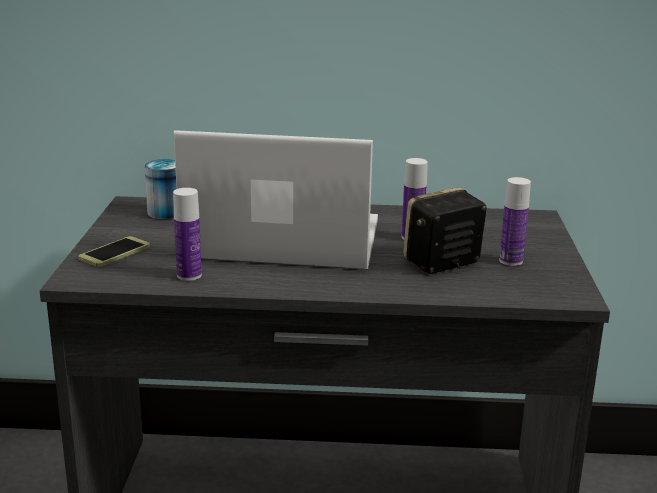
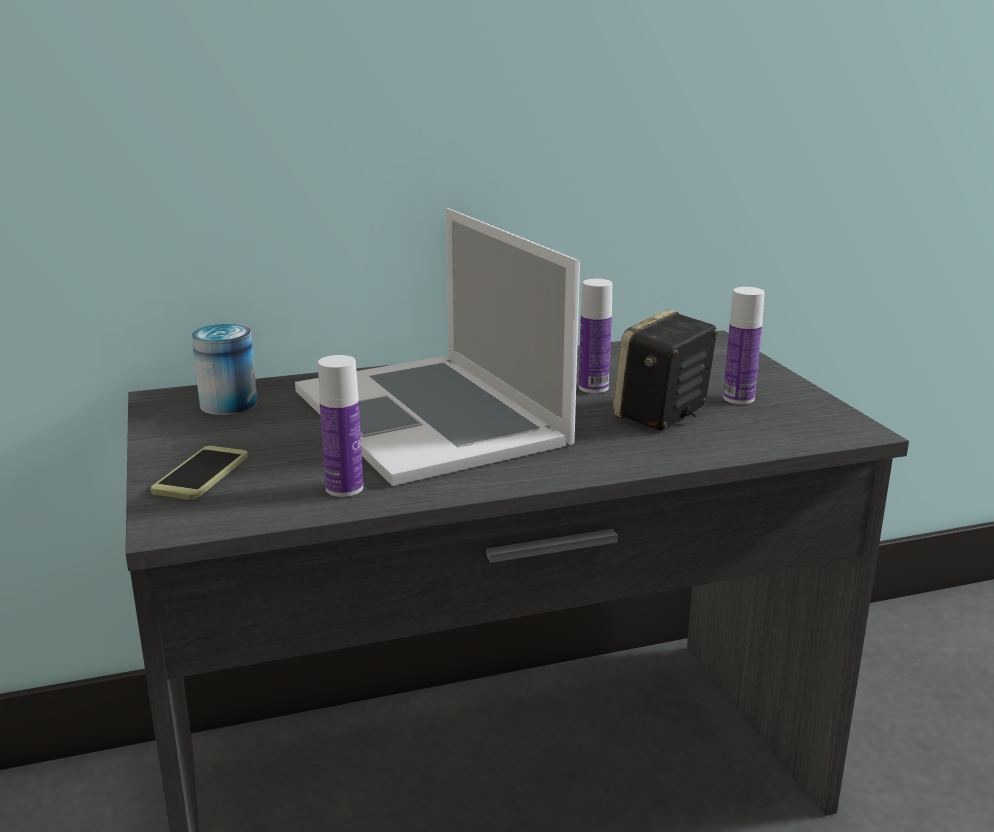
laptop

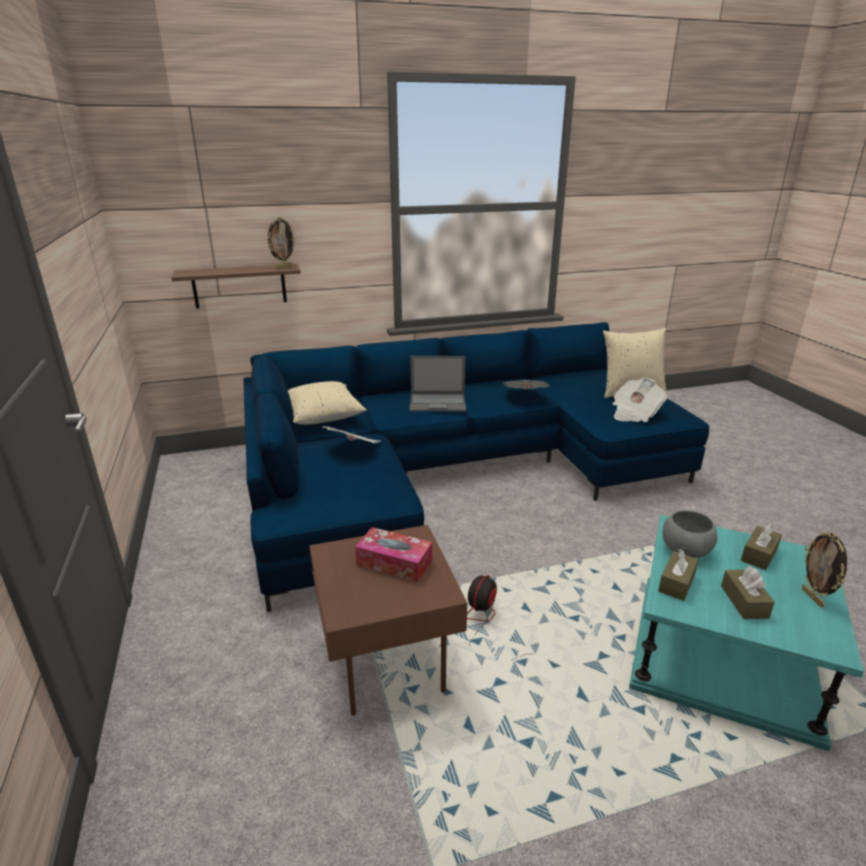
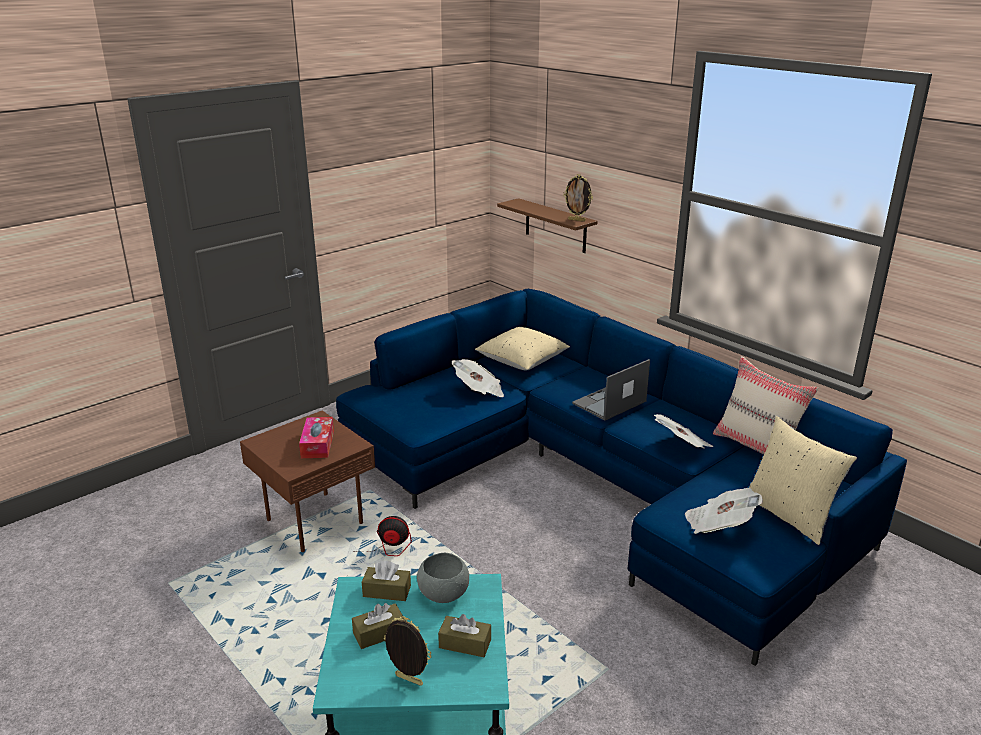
laptop
picture frame (no. 1 from left)
beige pillow (no. 2 from left)

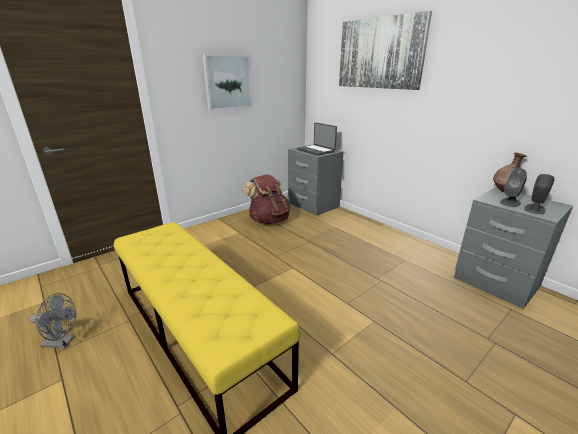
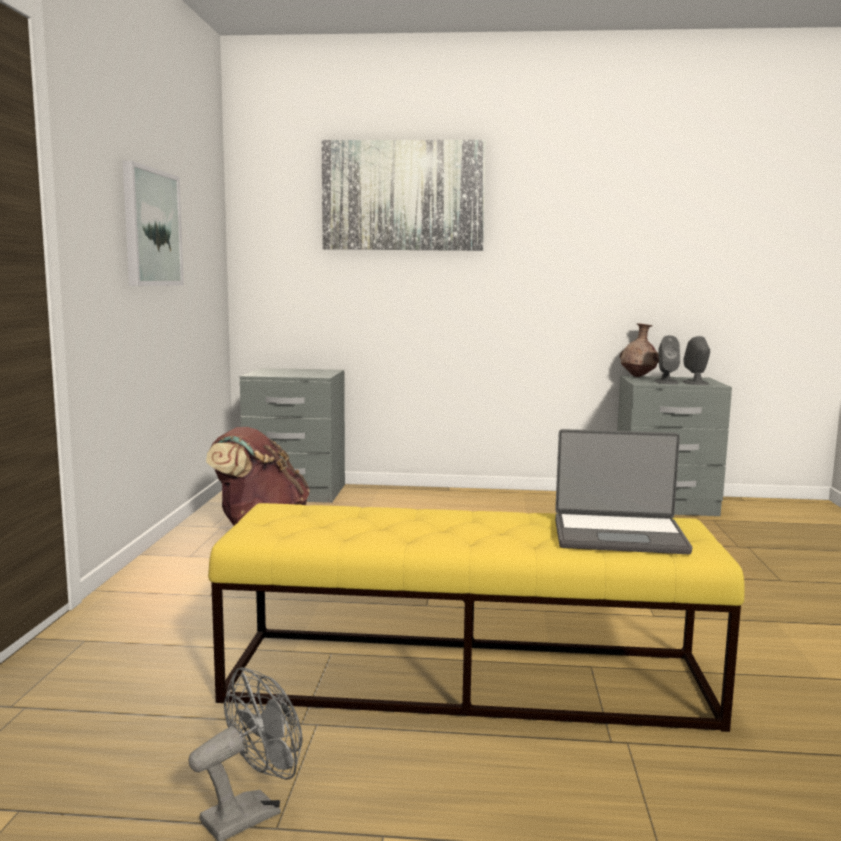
laptop

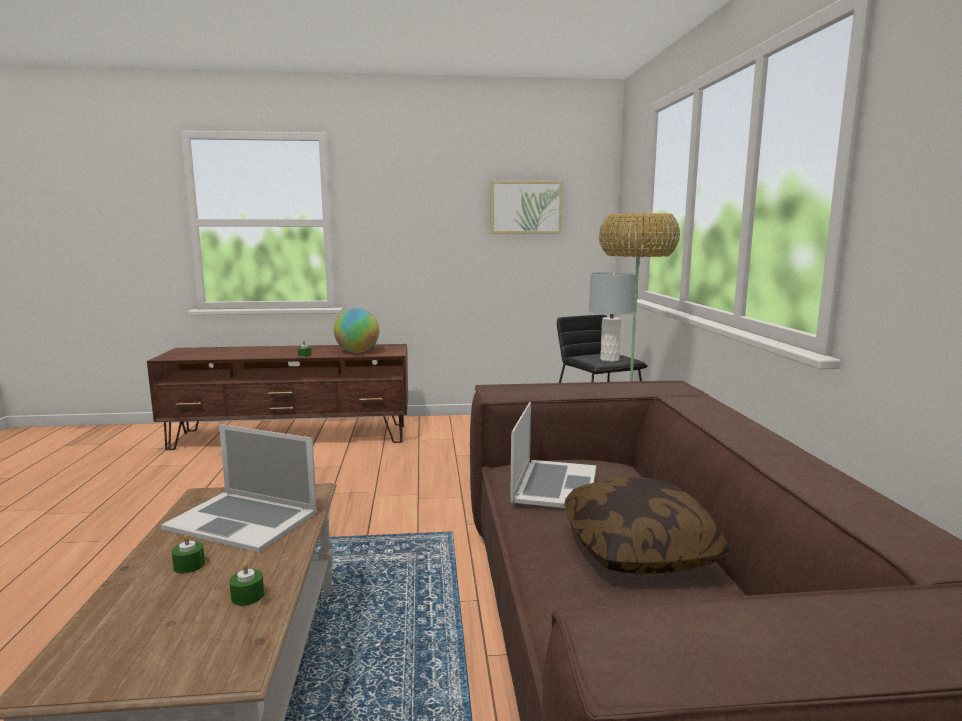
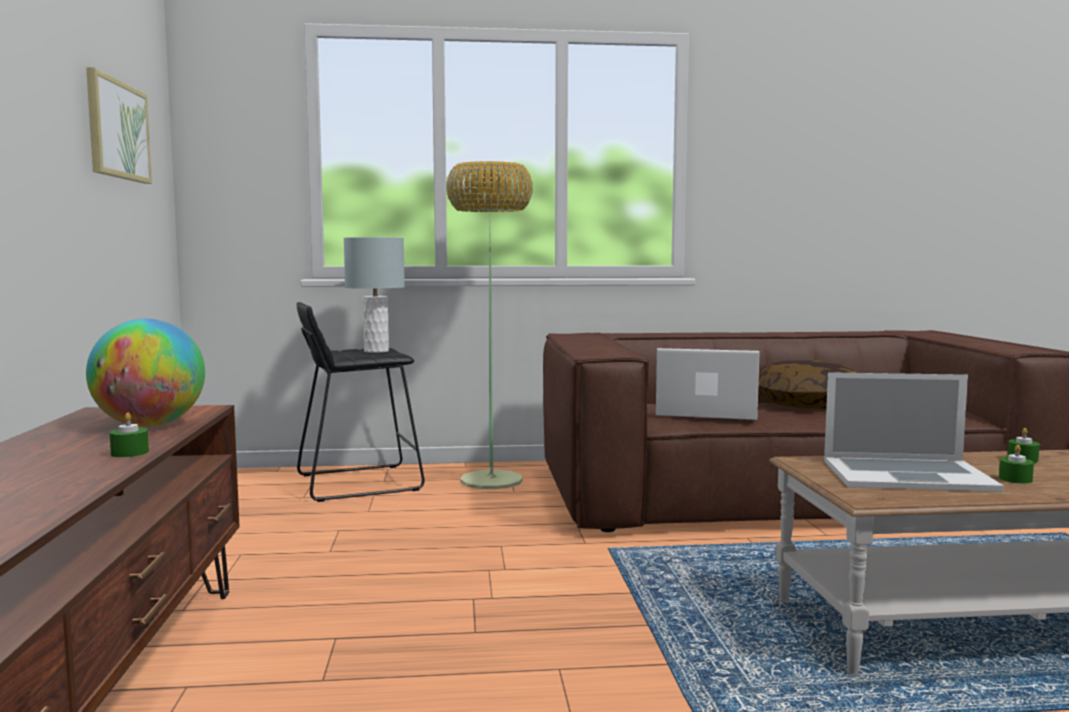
laptop (no. 2 from left)

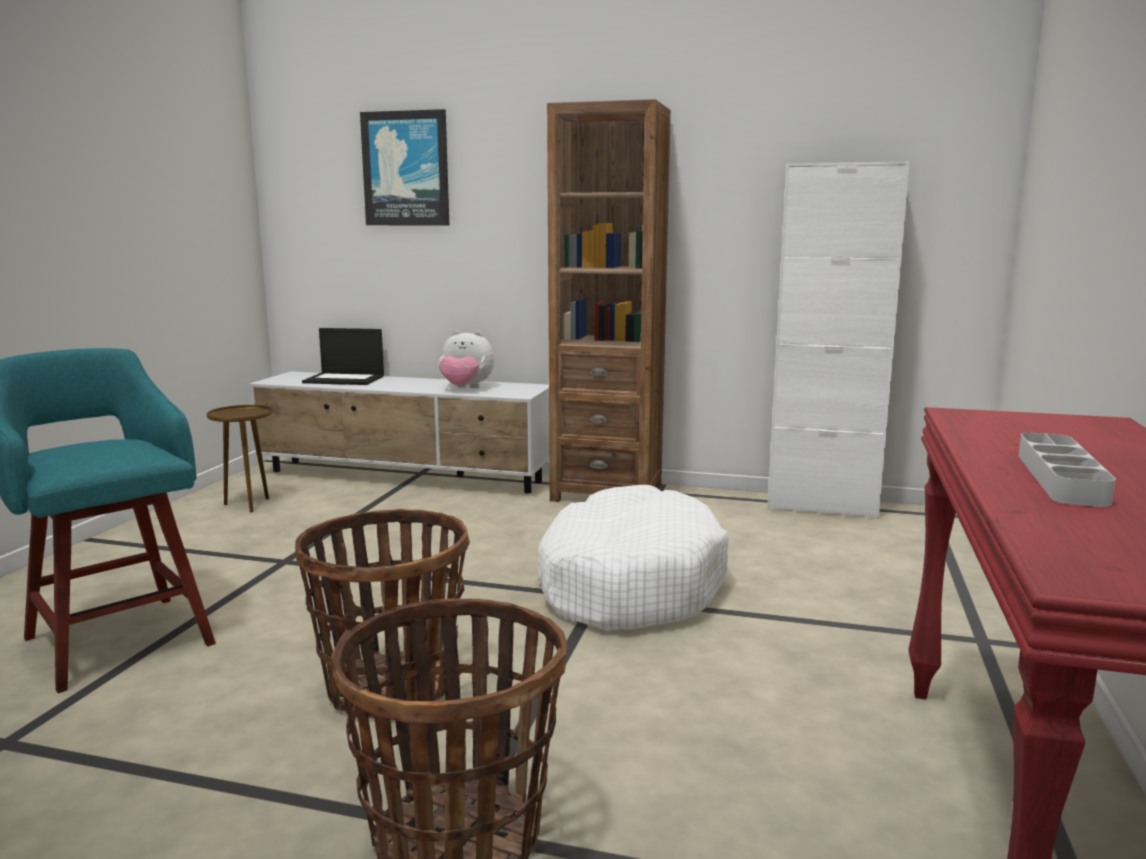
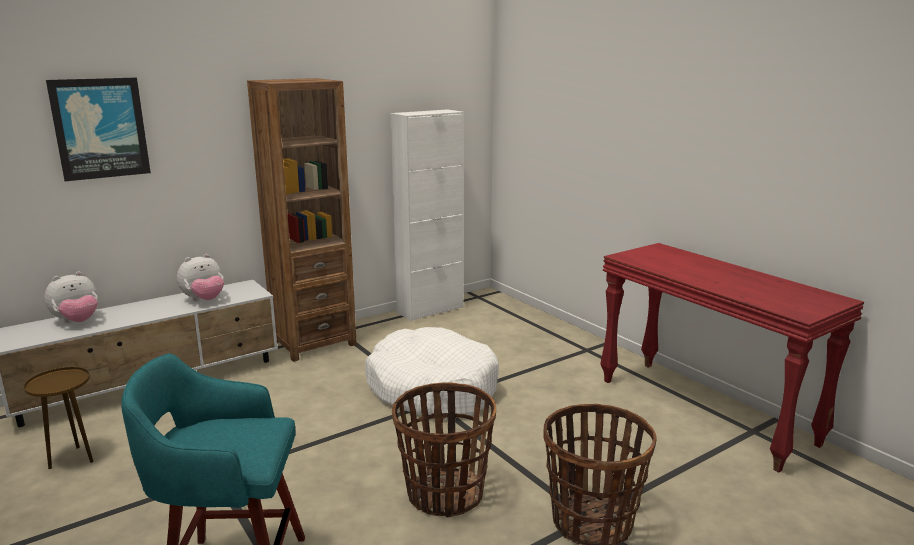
plush toy (no. 1 from left)
grey tray

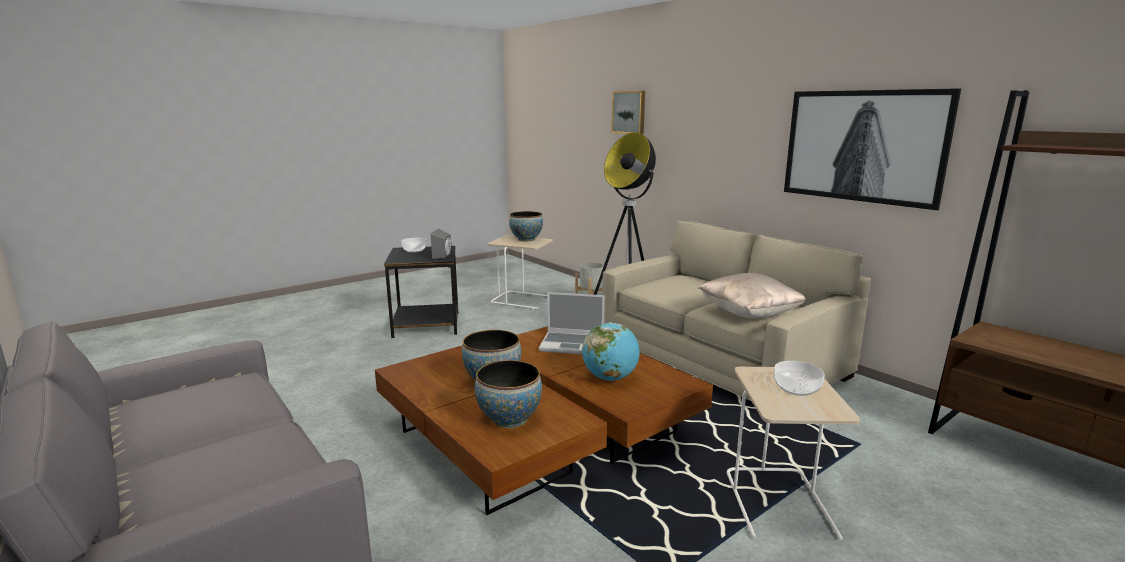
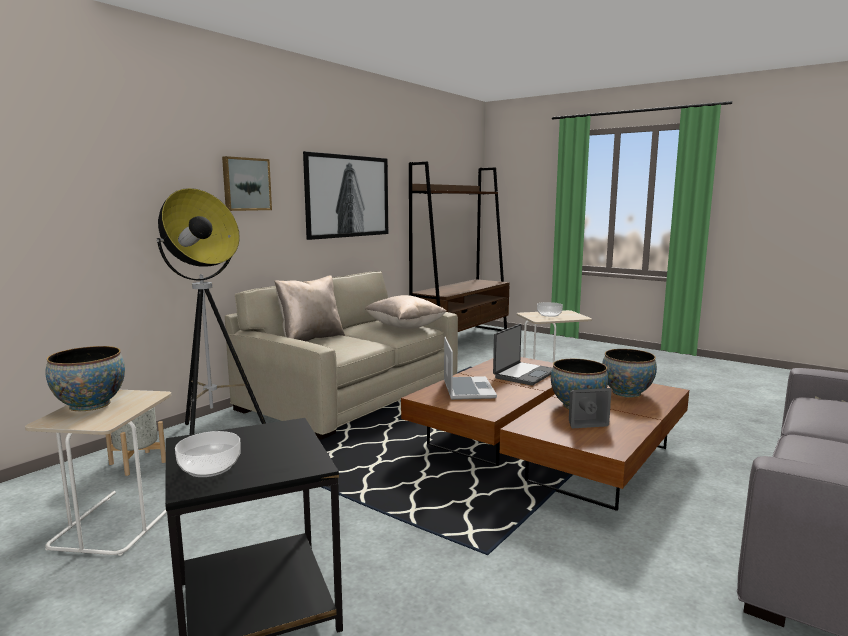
grey speaker
laptop (no. 2 from left)
picture (no. 1 from left)
beige pillow (no. 1 from left)

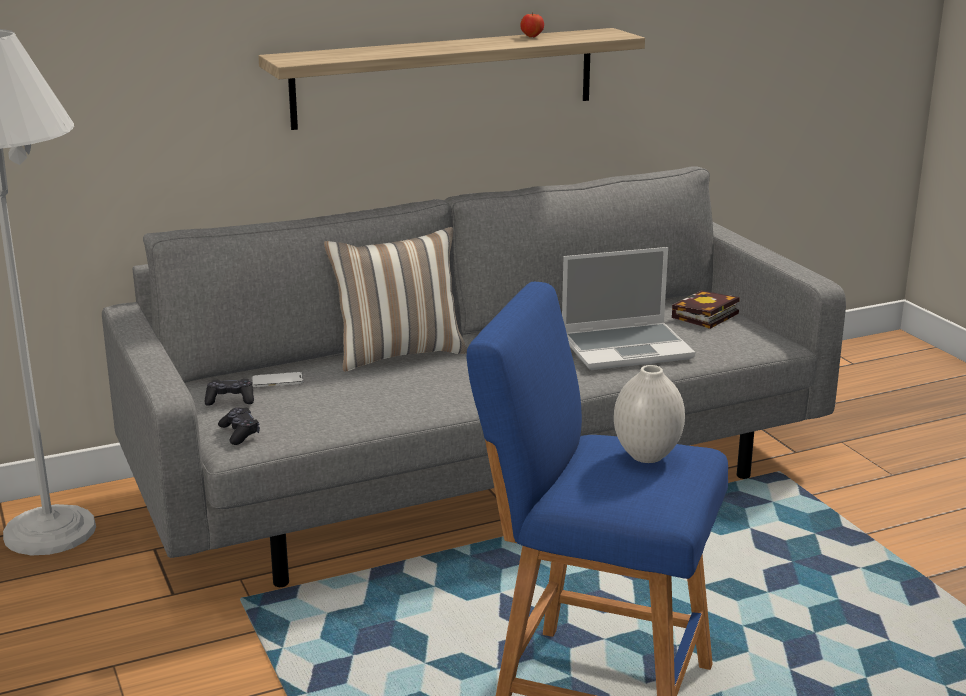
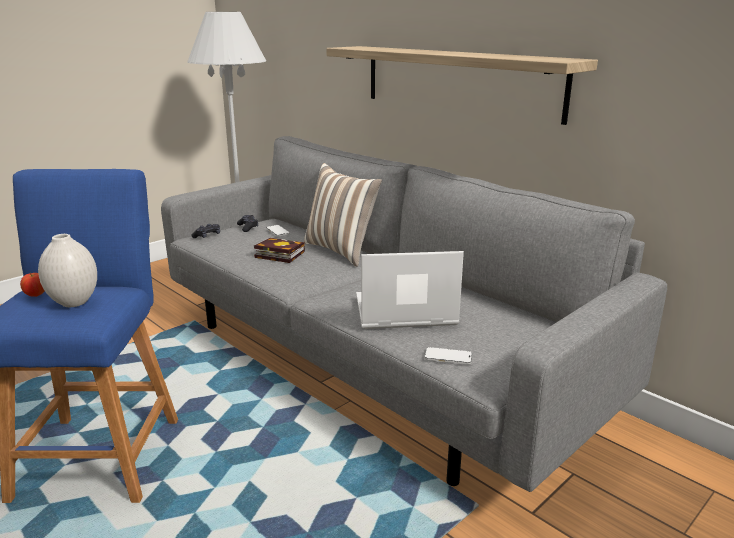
apple
laptop
book
phone (no. 2 from left)

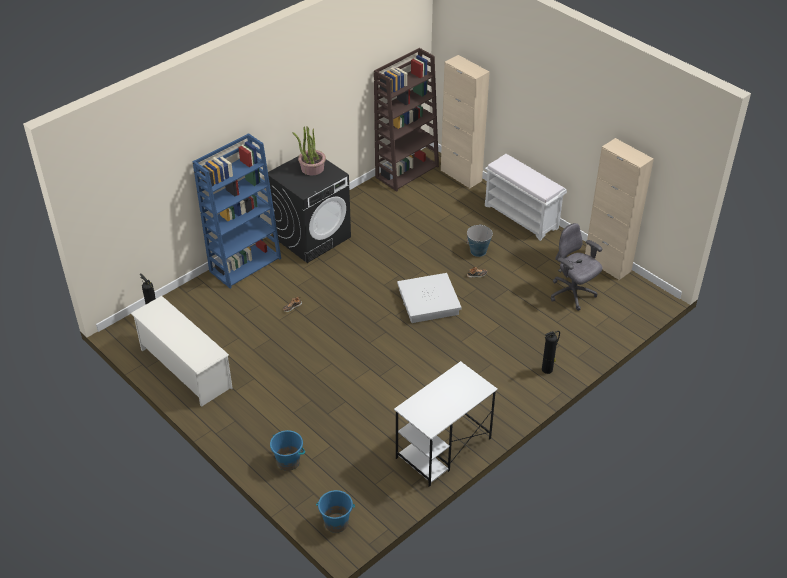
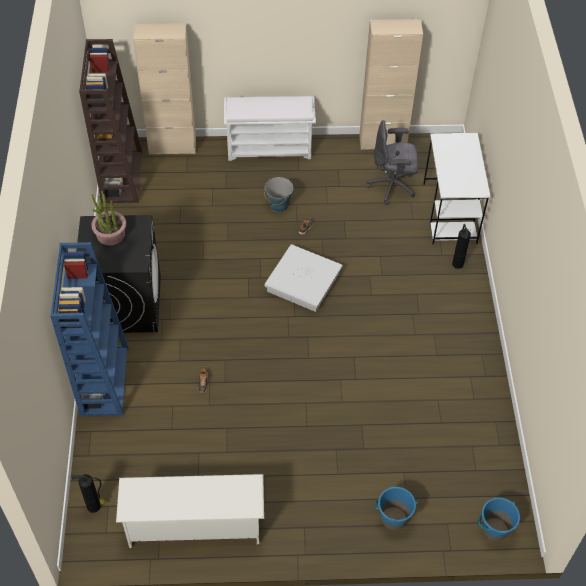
white desk

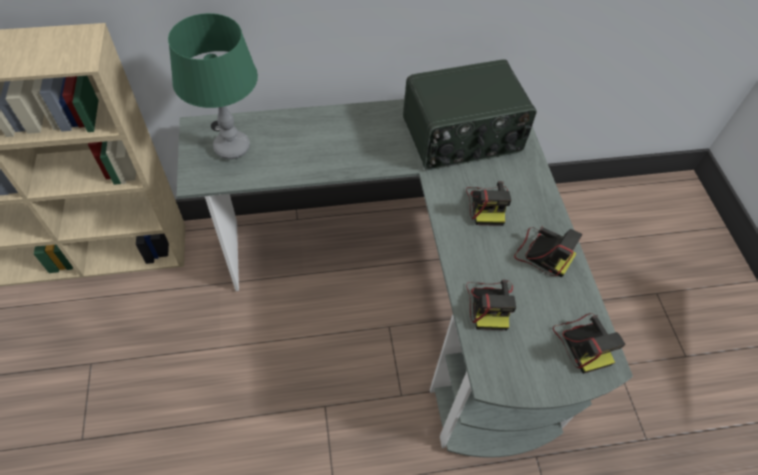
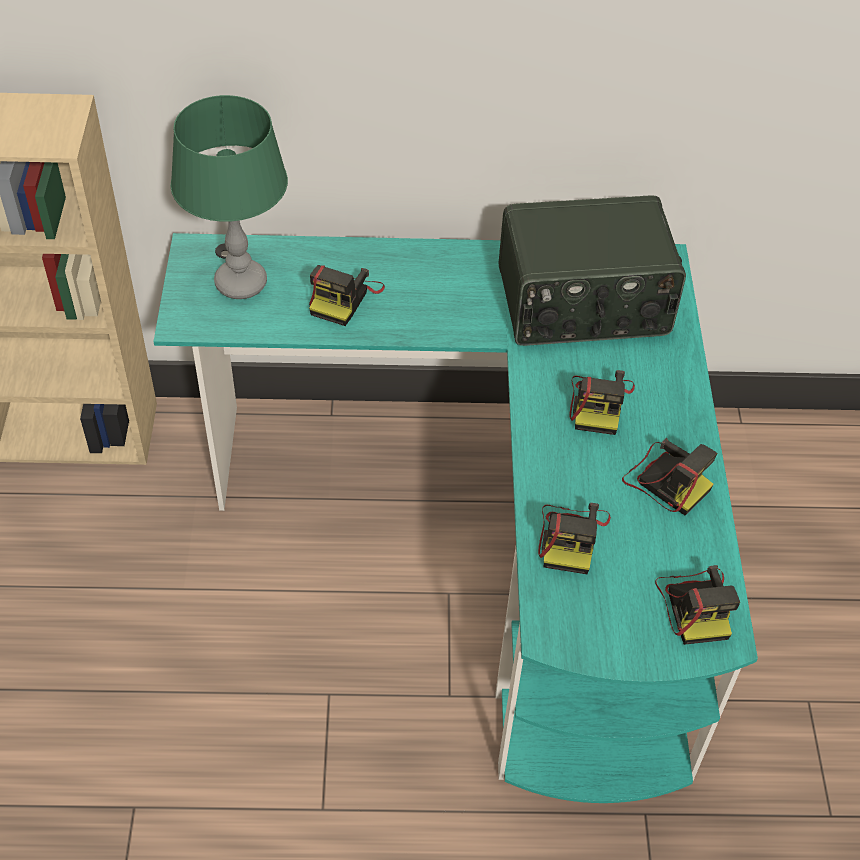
turquoise desk
photo camera (no. 1 from left)

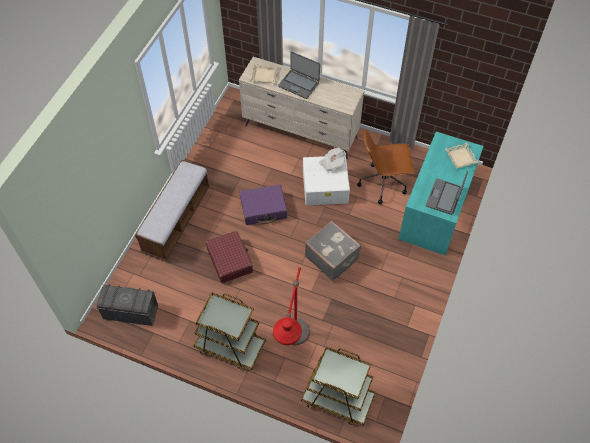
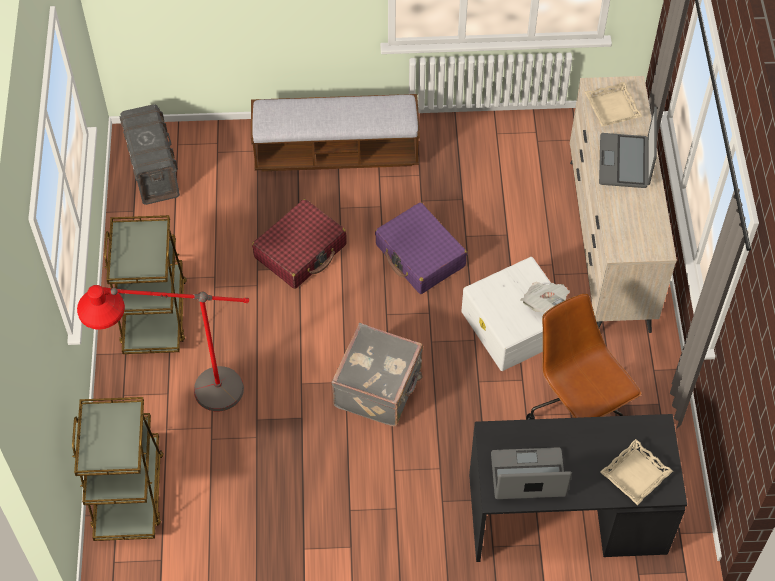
black desk

